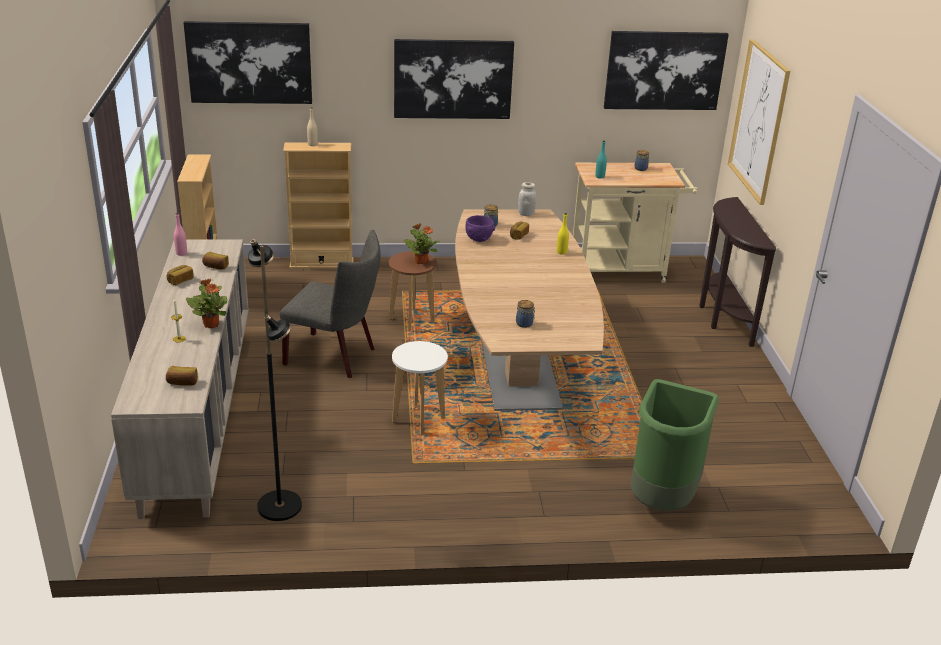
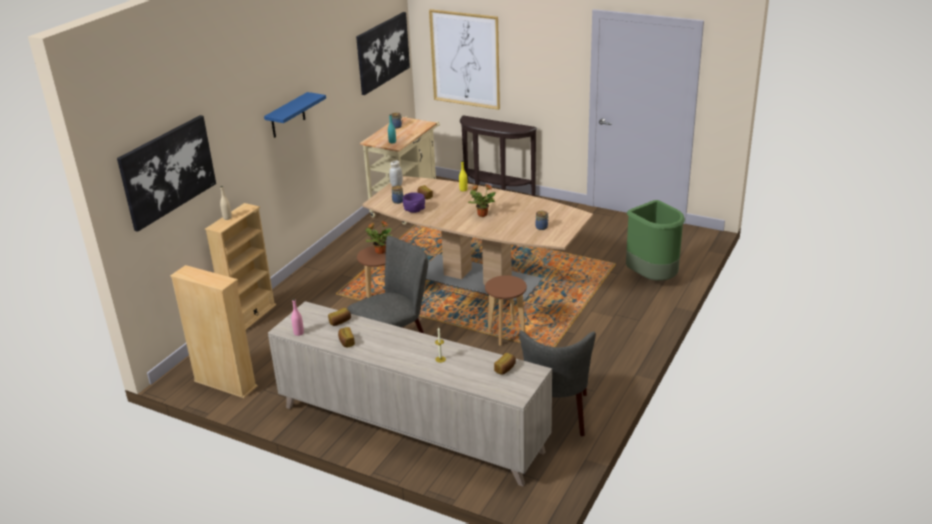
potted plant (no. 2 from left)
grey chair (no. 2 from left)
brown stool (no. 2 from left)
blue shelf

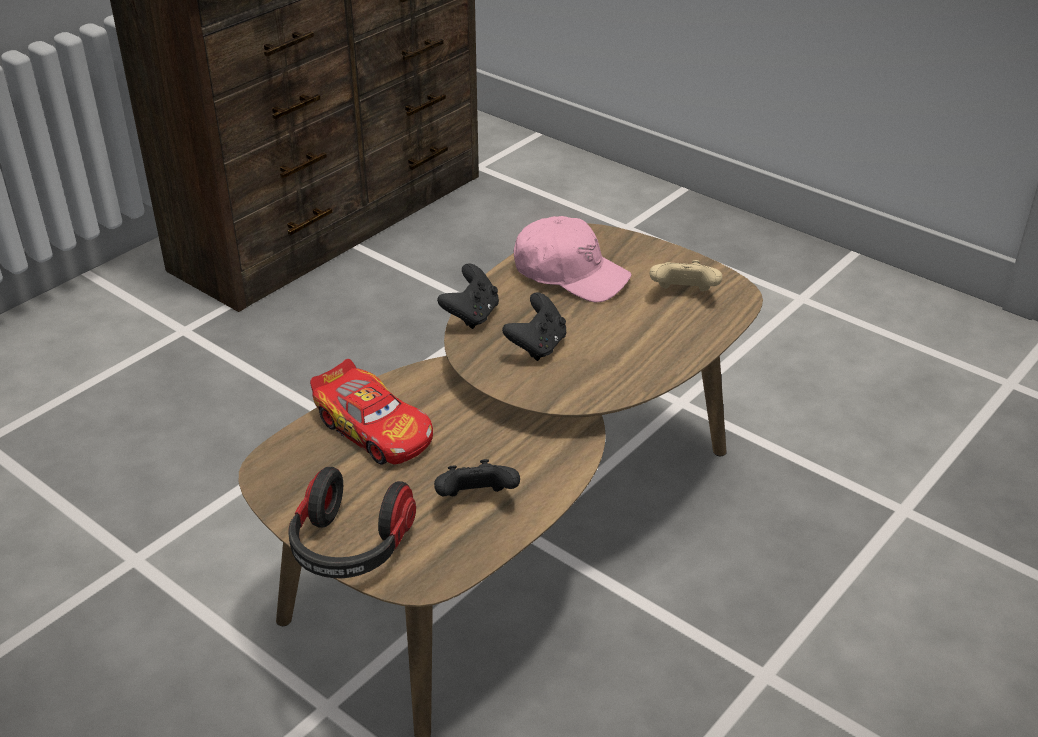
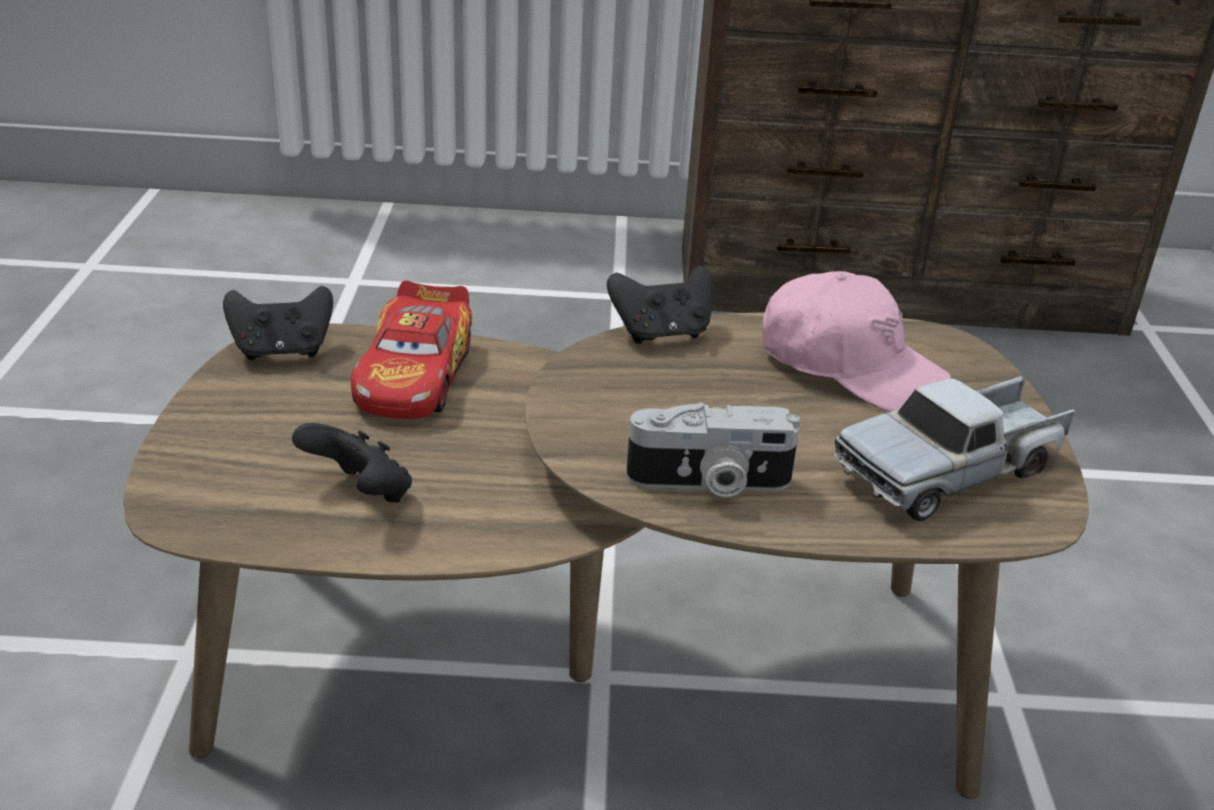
headphones
black game controller (no. 1 from left)
pink cap
toy truck
photo camera

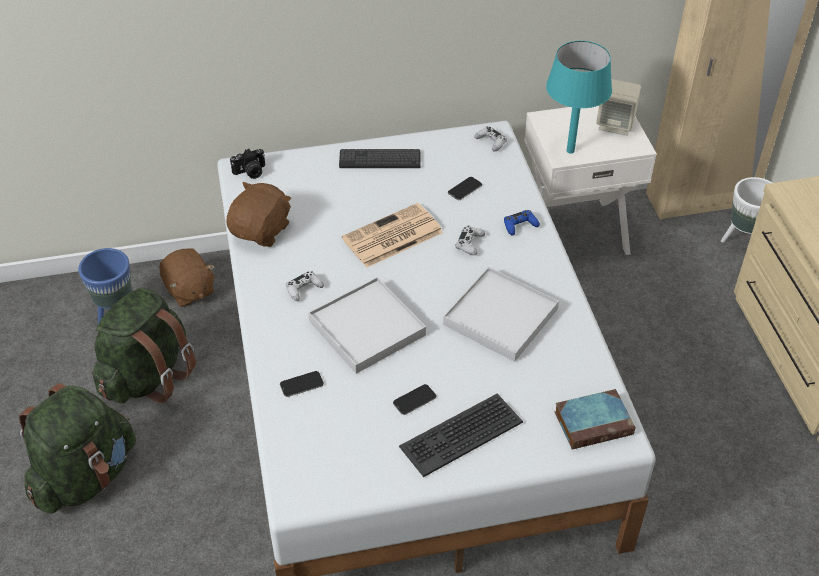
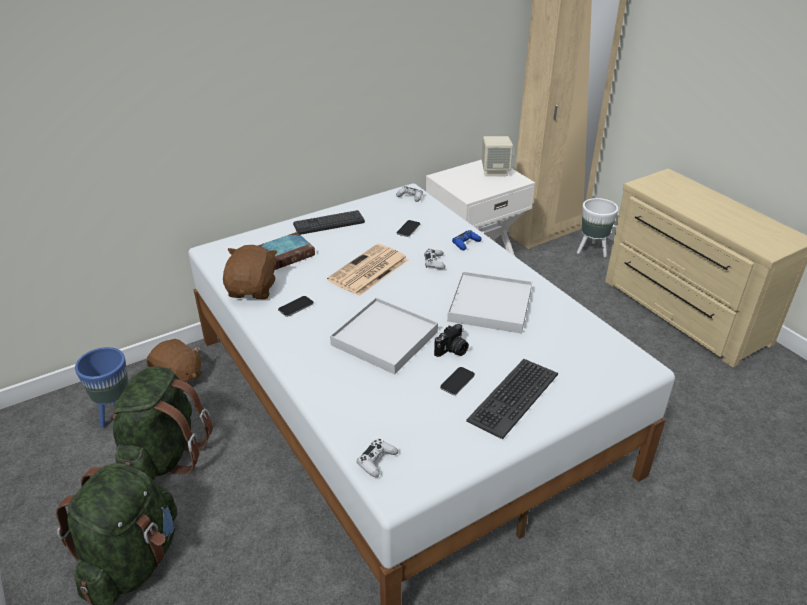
photo camera
phone (no. 1 from left)
white game controller (no. 1 from left)
turquoise table lamp
book

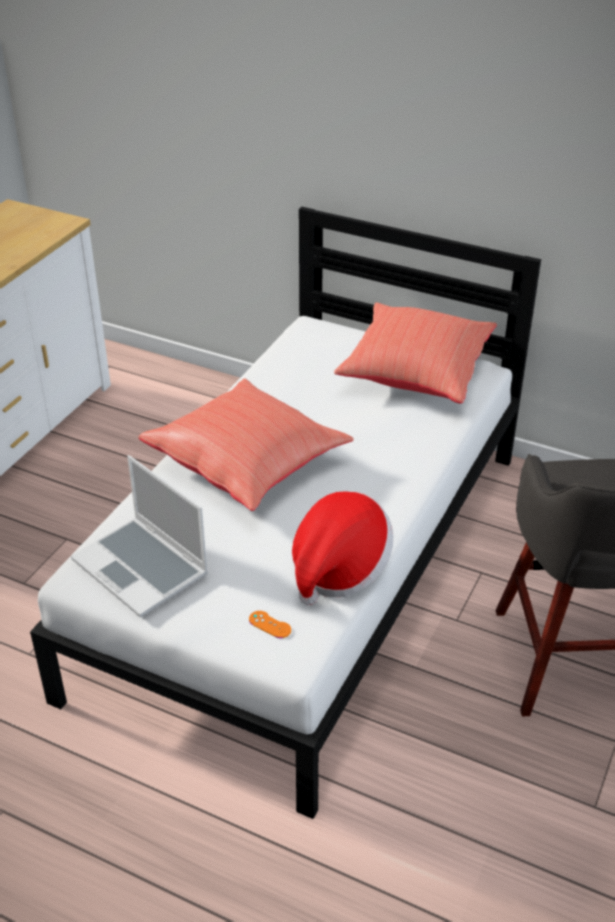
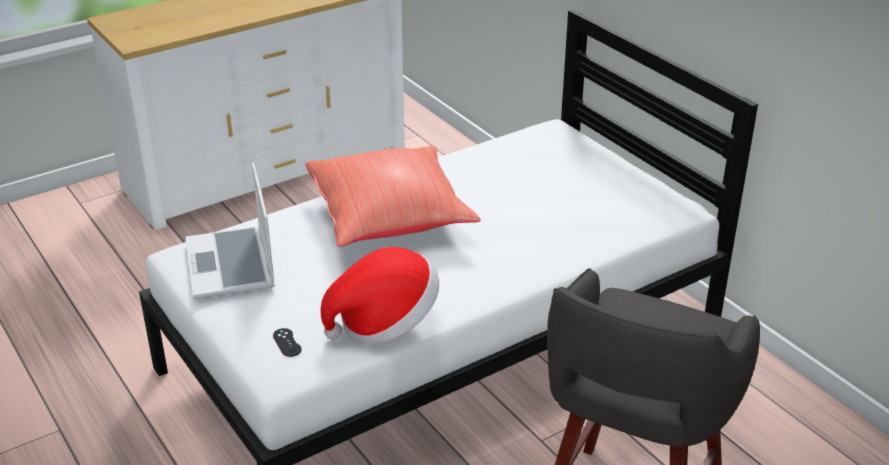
black game controller
red pillow (no. 2 from left in the first image)

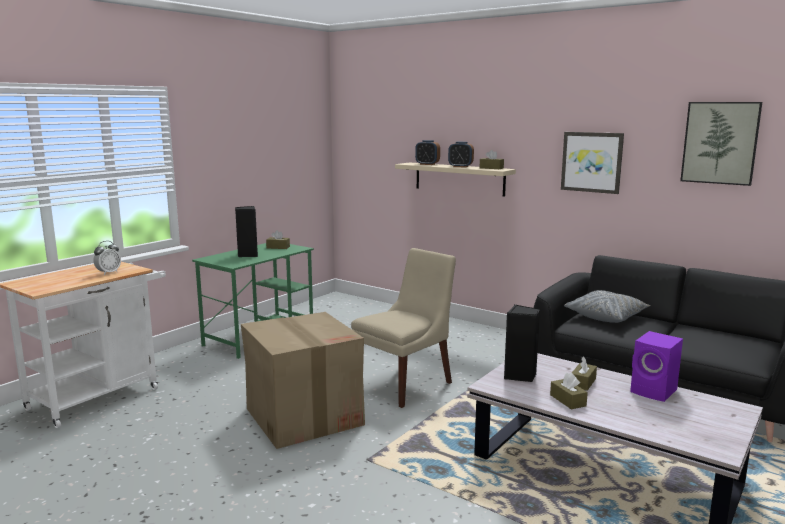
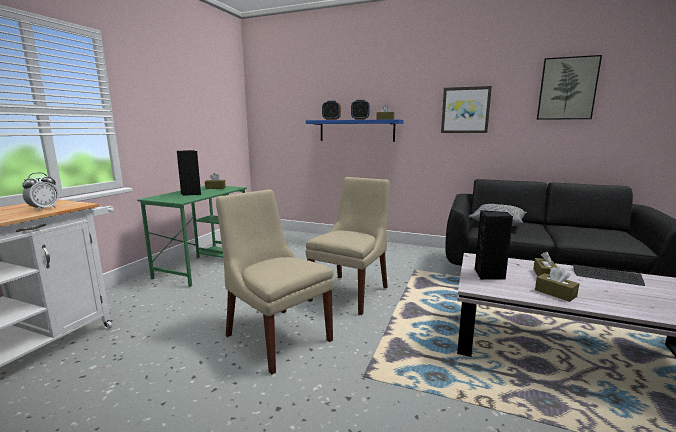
beige chair (no. 1 from left)
blue shelf
keyboard

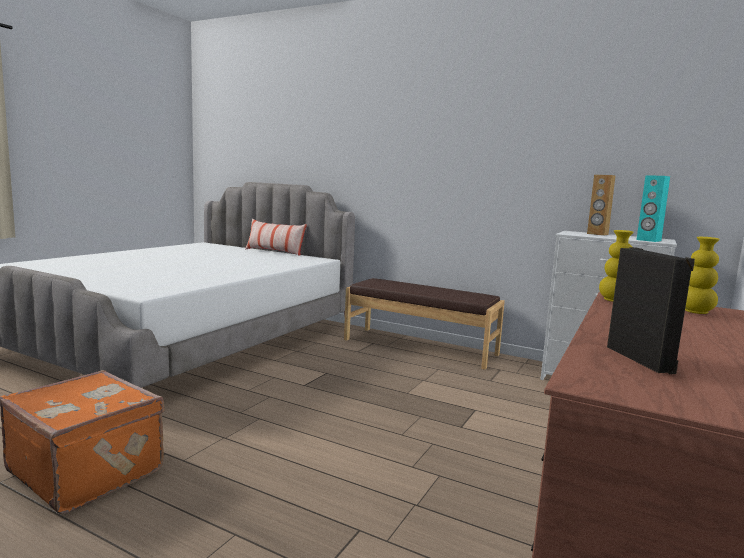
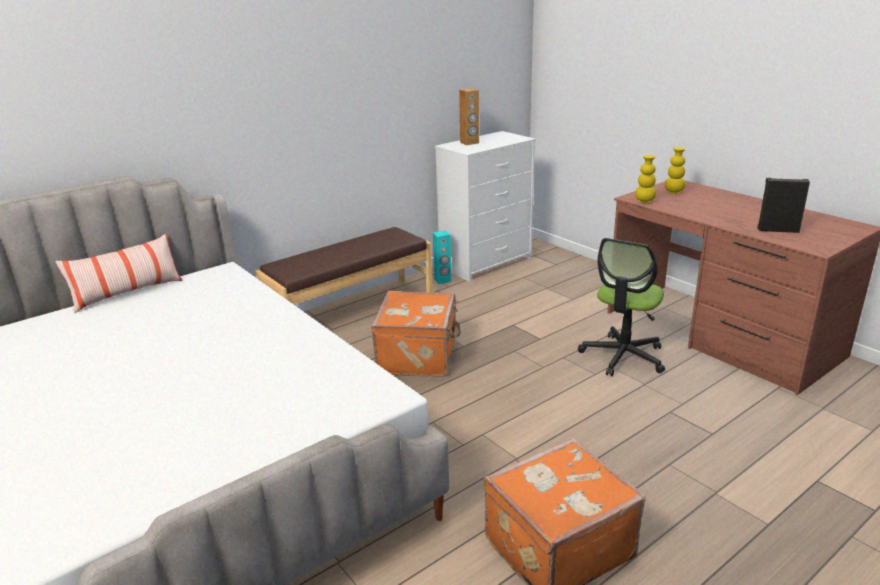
turquoise speaker
orange suitcase (no. 1 from left)
office chair

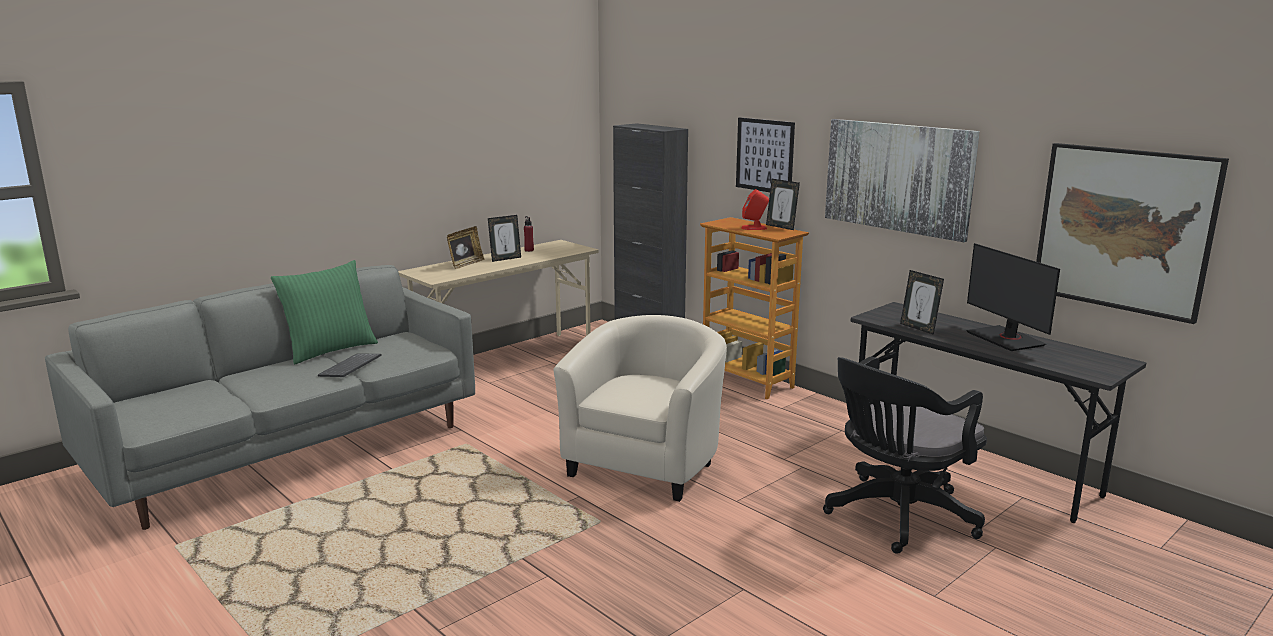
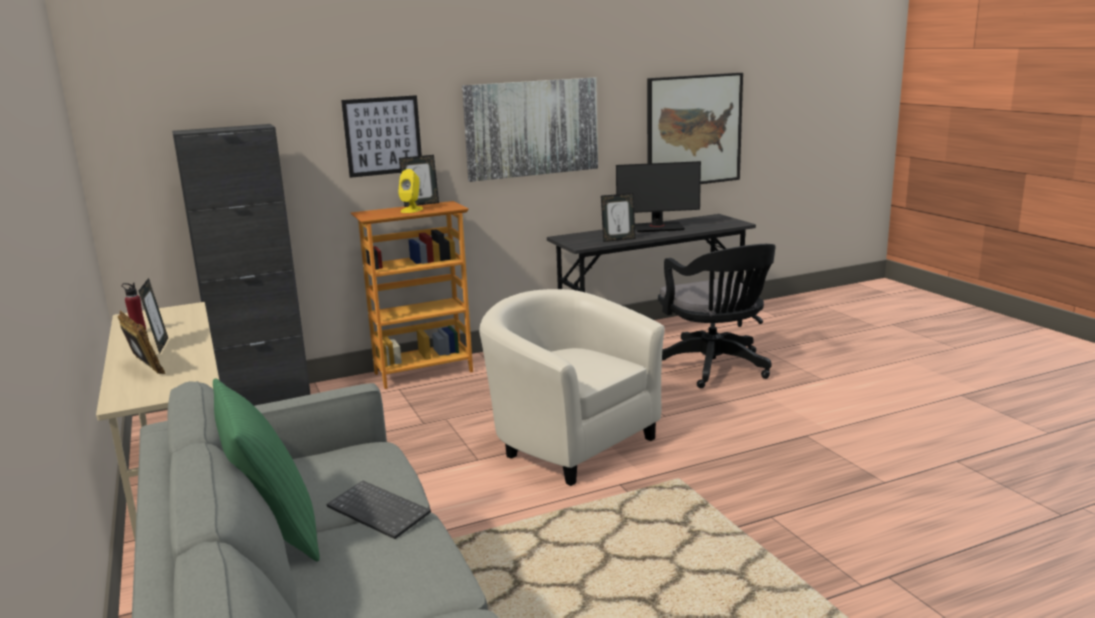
yellow speaker

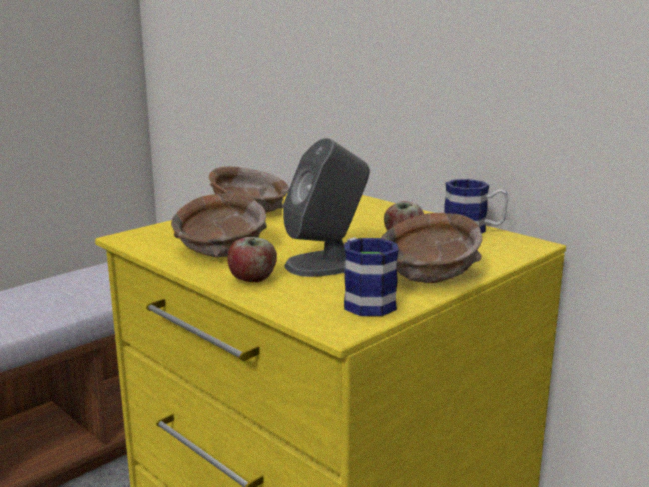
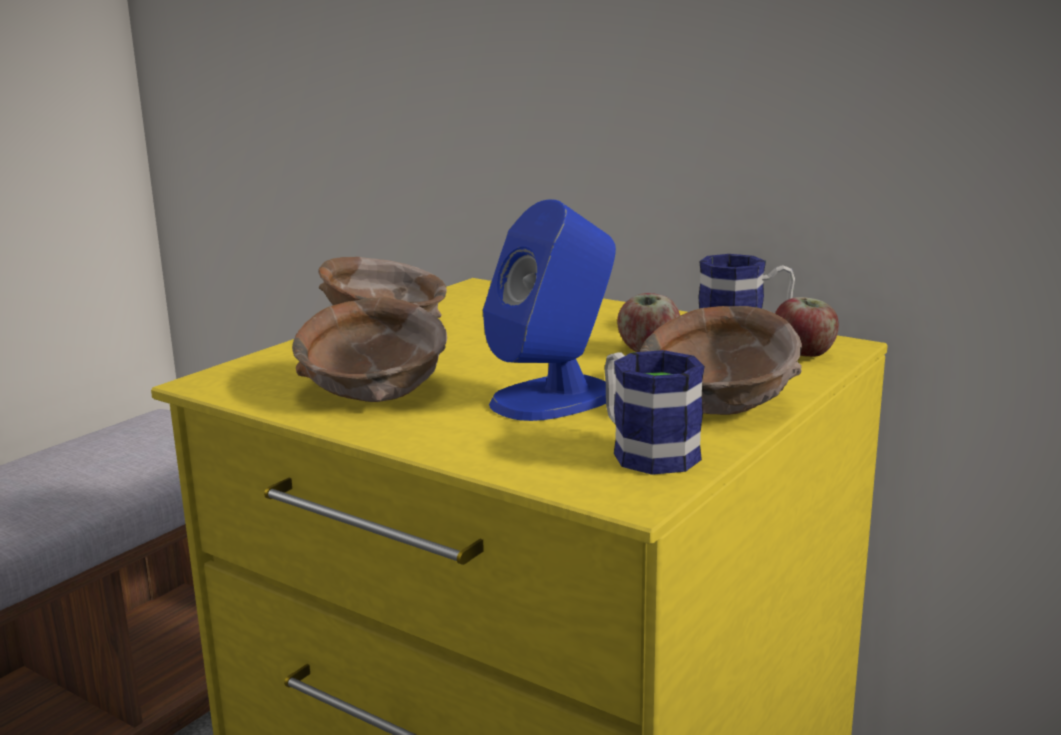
apple (no. 2 from left)
blue speaker

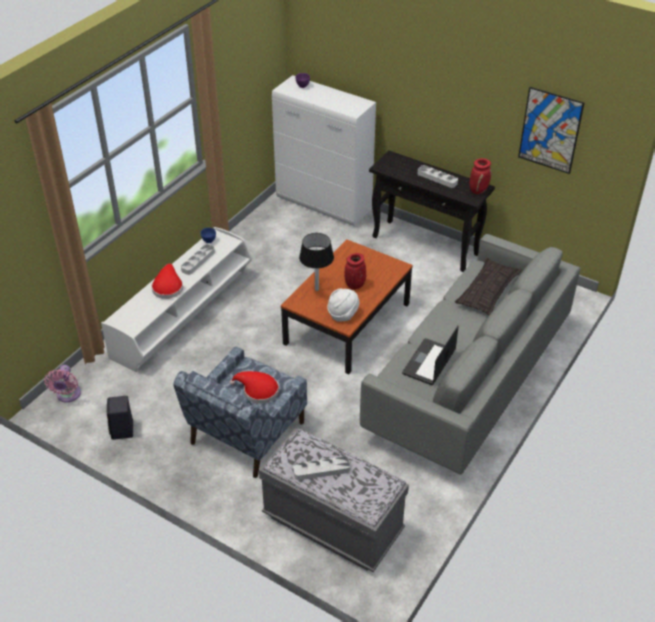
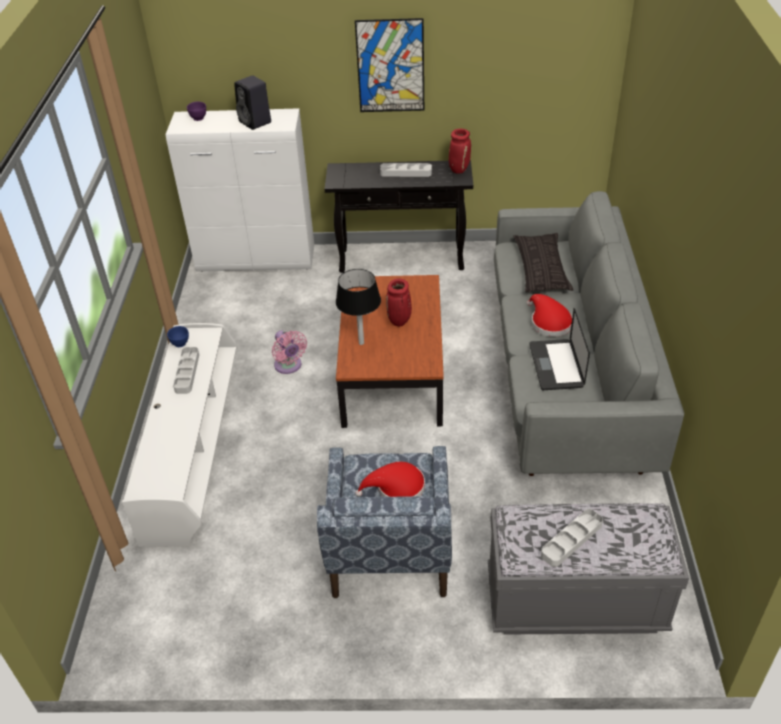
pink fan
black speaker
red hat (no. 2 from left)
white hat
picture

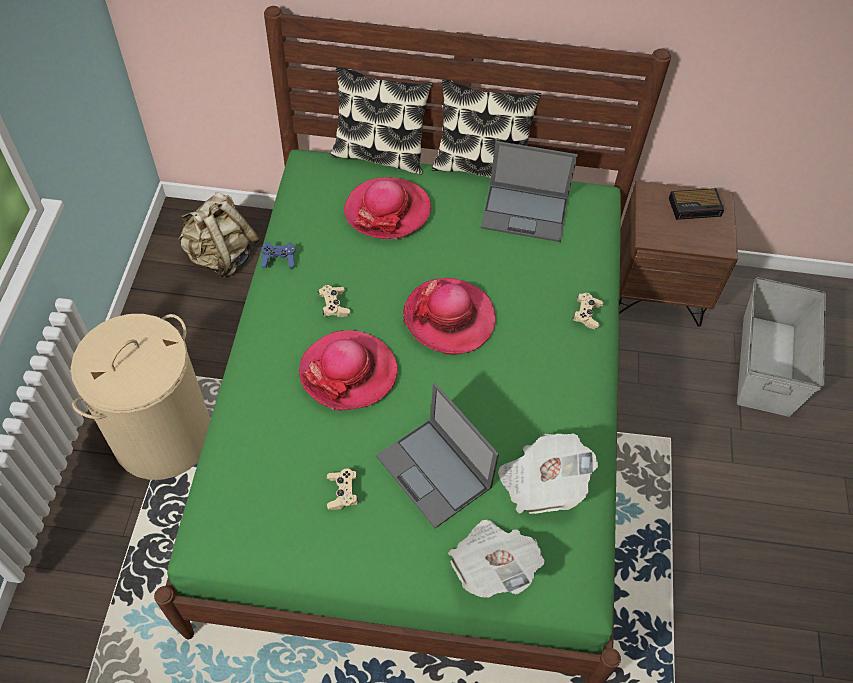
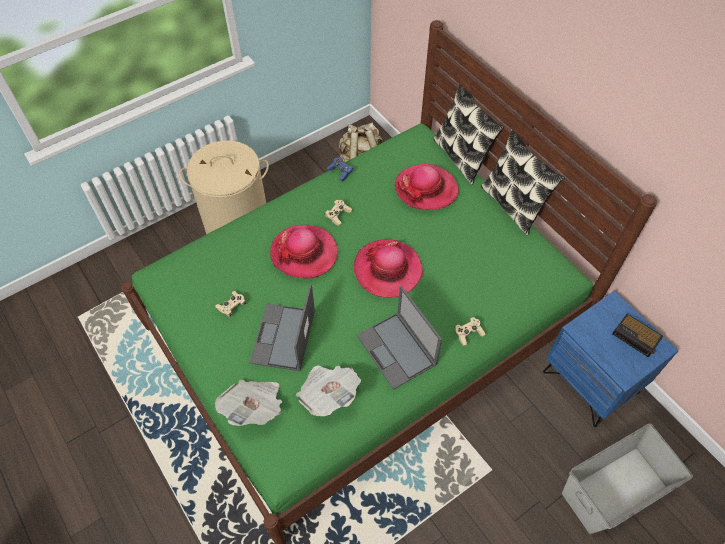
laptop (no. 2 from left)
blue nightstand

